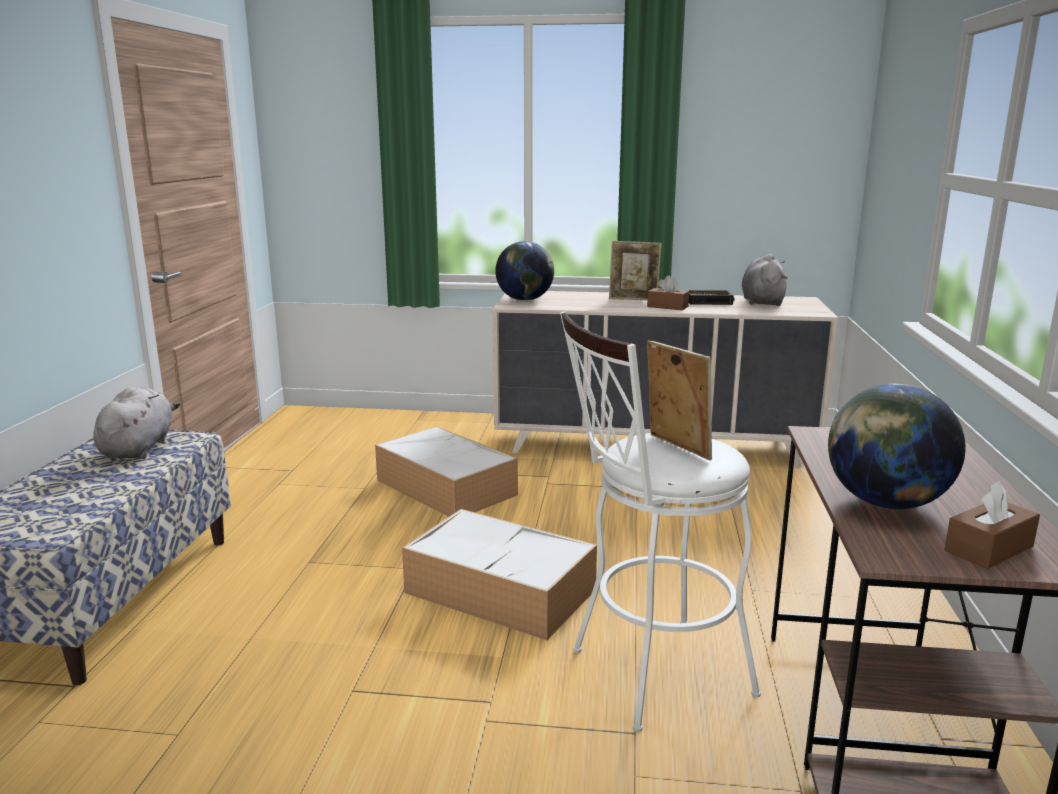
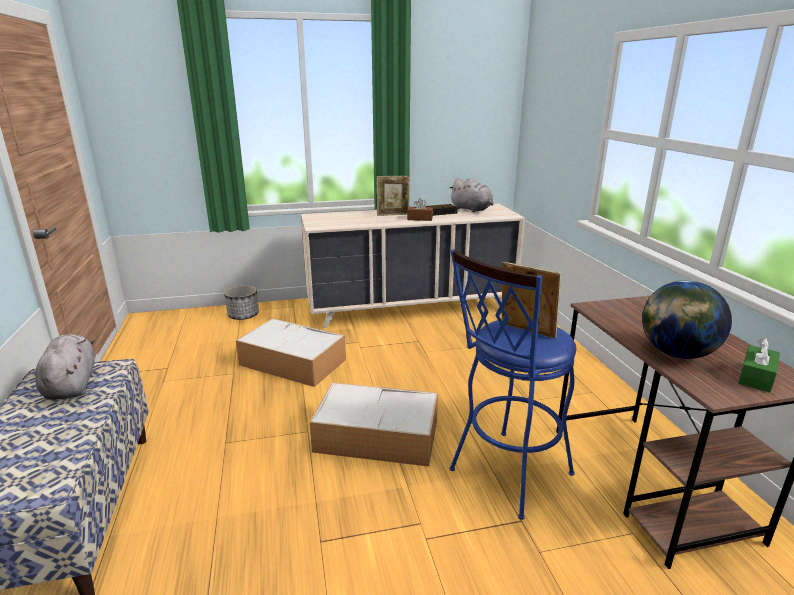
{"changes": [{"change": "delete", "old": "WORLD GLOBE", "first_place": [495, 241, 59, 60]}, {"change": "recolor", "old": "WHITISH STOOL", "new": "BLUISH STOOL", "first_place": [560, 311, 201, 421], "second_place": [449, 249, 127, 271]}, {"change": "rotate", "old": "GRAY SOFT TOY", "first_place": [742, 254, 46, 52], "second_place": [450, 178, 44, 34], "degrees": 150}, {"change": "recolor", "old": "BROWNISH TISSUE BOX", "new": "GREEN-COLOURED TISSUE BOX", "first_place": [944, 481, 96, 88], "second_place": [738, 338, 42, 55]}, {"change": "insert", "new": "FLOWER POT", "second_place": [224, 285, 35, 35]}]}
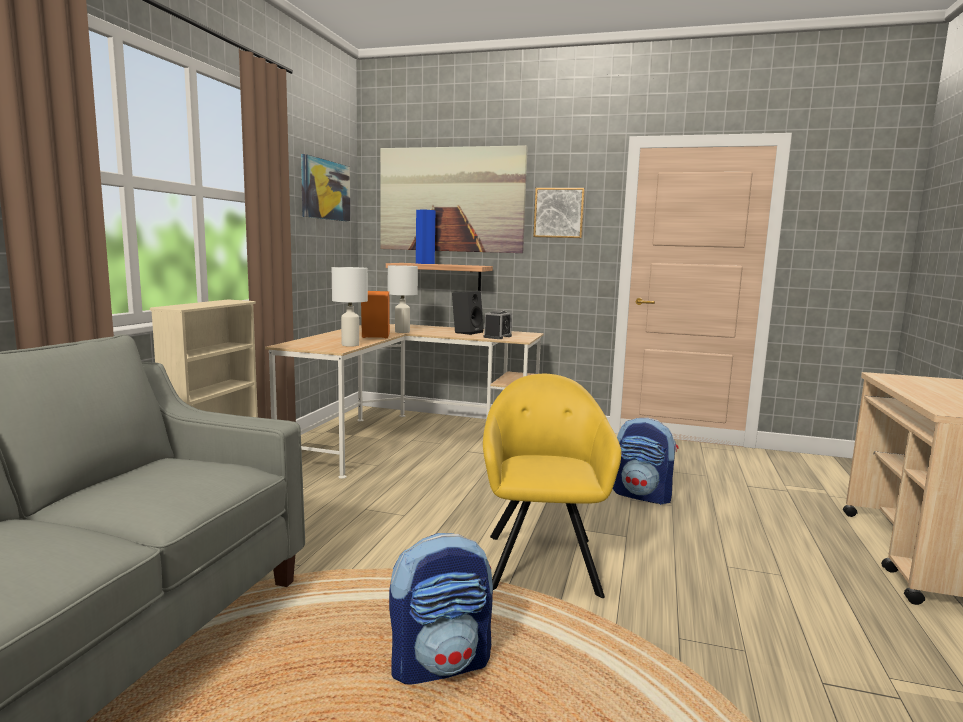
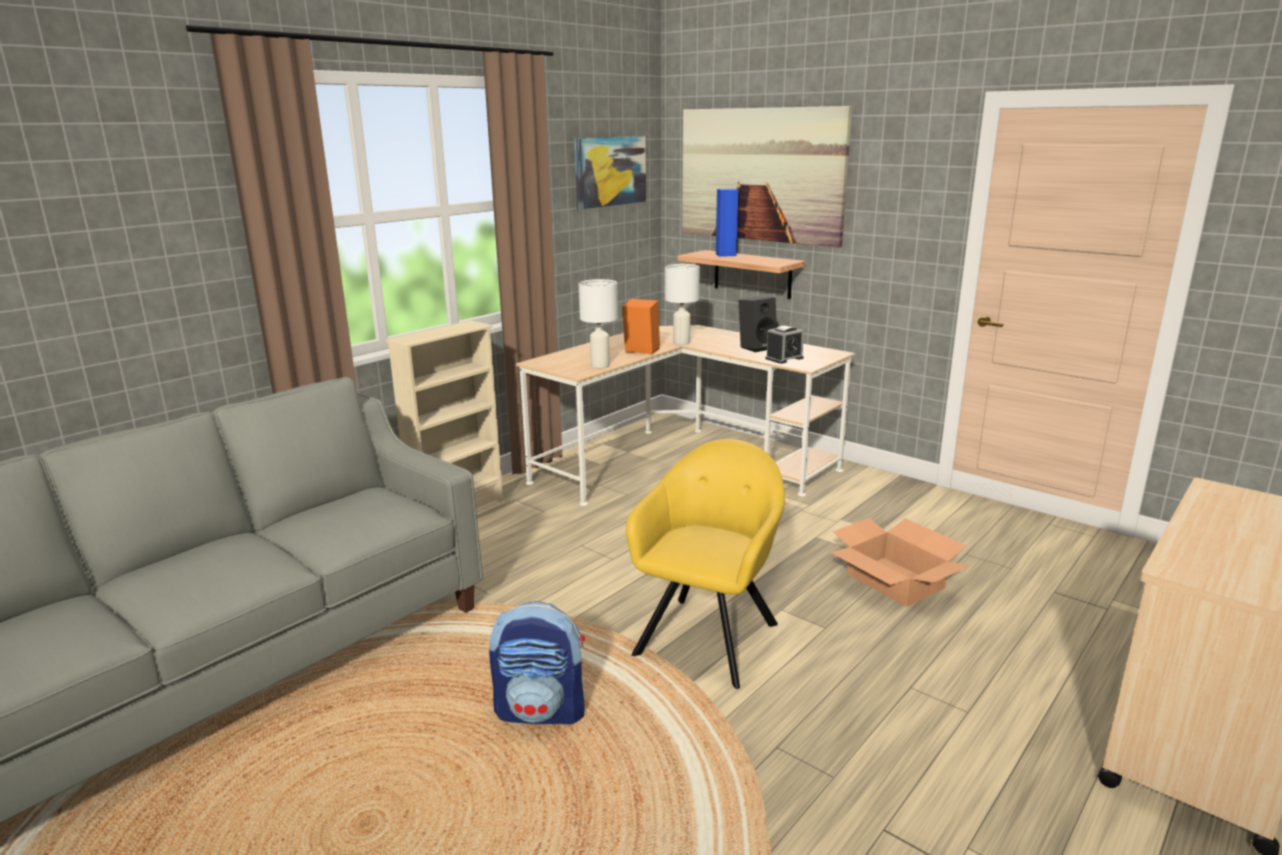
{"changes": [{"change": "delete", "old": "WALL ART", "first_place": [533, 188, 52, 50]}, {"change": "replace", "old": "KNAPSACK", "new": "PACKING BOX", "first_place": [613, 418, 66, 87], "second_place": [830, 518, 140, 89]}]}
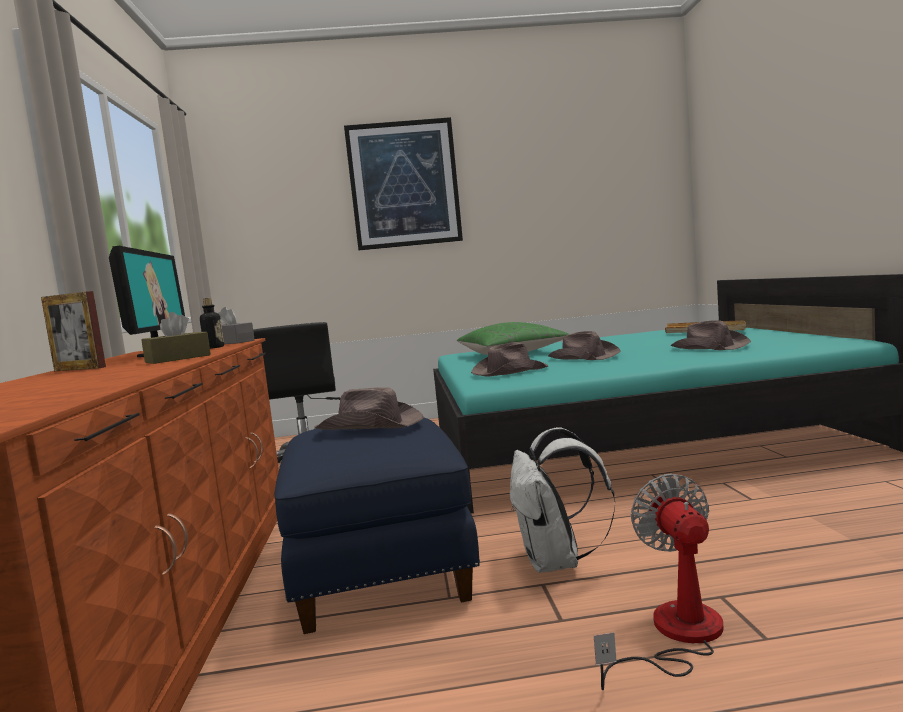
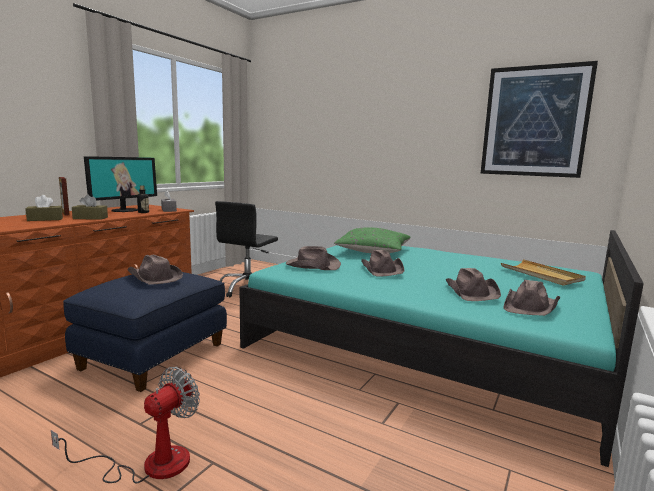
{"changes": [{"change": "move", "old": "WALL ART", "first_place": [344, 117, 119, 133], "second_place": [481, 61, 117, 117]}, {"change": "delete", "old": "WHITISH KNAPSACK", "first_place": [510, 427, 106, 146]}, {"change": "insert", "new": "BROWNISH TISSUE BOX", "second_place": [26, 195, 37, 26]}, {"change": "insert", "new": "BROWNISH WEARABLE HAT", "second_place": [503, 280, 57, 36]}]}
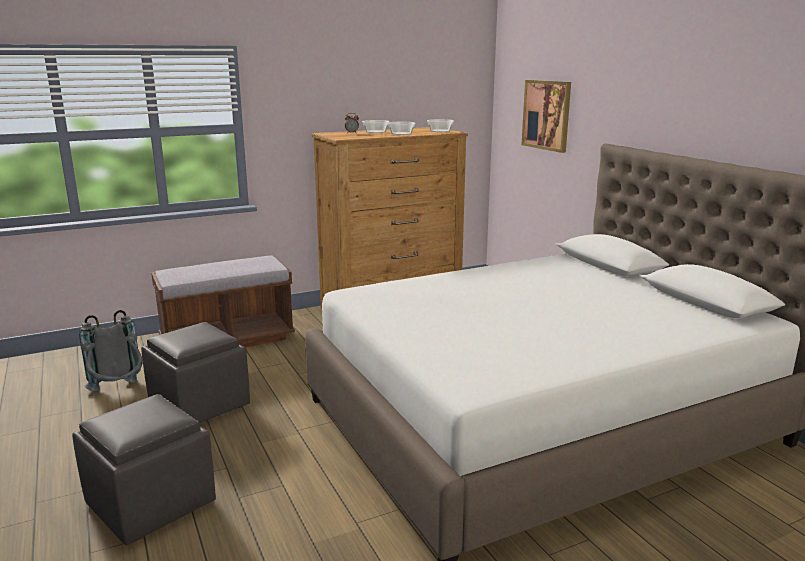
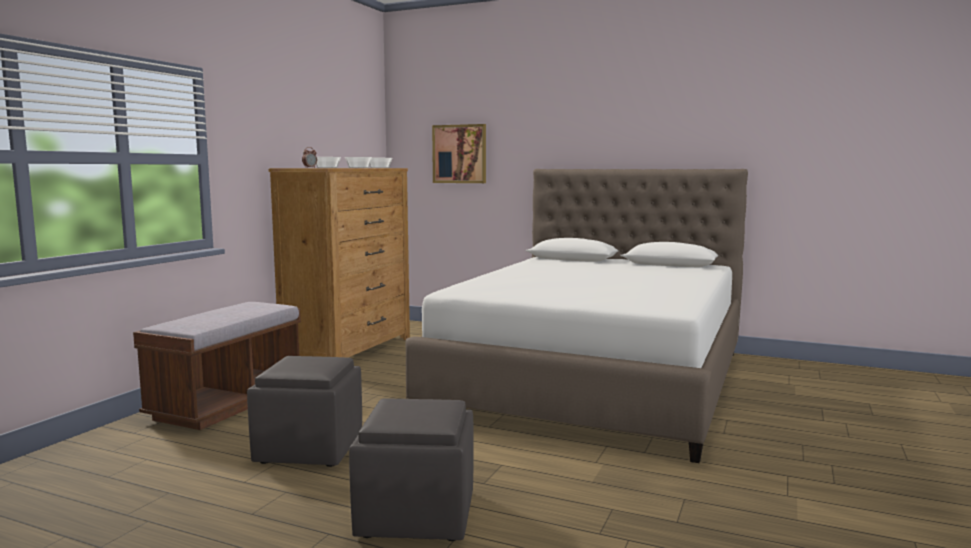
{"changes": [{"change": "delete", "old": "GRAY KNAPSACK", "first_place": [79, 310, 64, 81]}]}
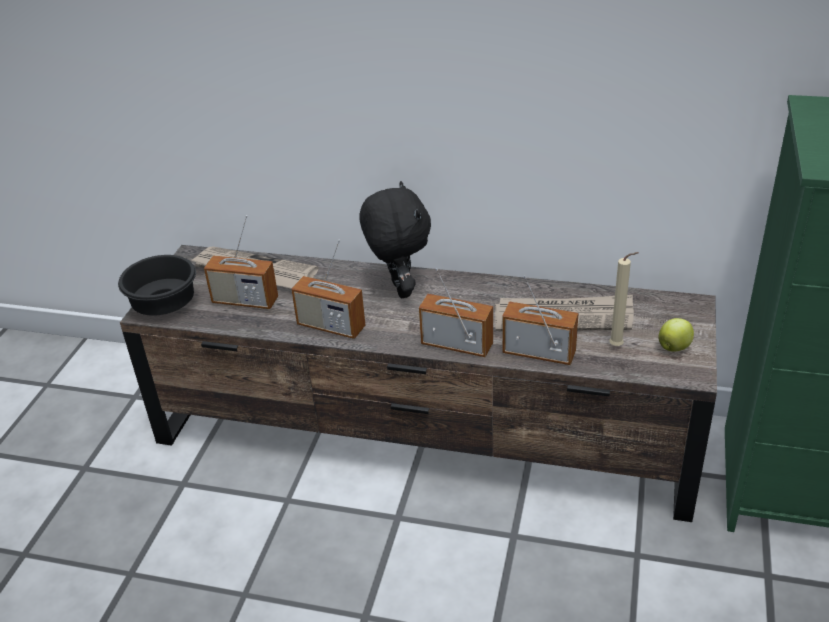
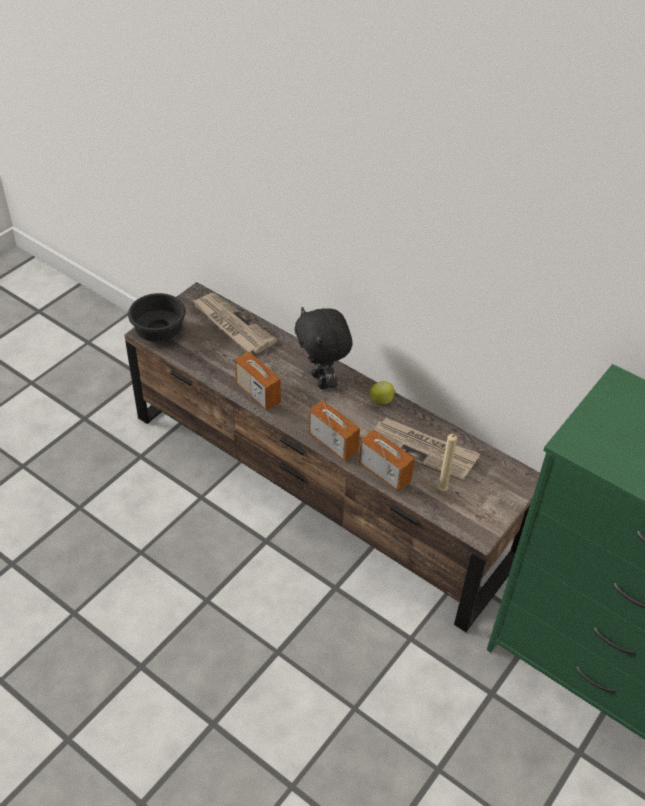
{"changes": [{"change": "delete", "old": "RADIO SET", "first_place": [204, 215, 74, 94]}, {"change": "rotate", "old": "BLACKISH SOFT TOY", "first_place": [359, 181, 72, 117], "second_place": [295, 307, 57, 82], "degrees": 150}, {"change": "move", "old": "APPLE", "first_place": [658, 318, 36, 34], "second_place": [369, 381, 27, 23]}]}
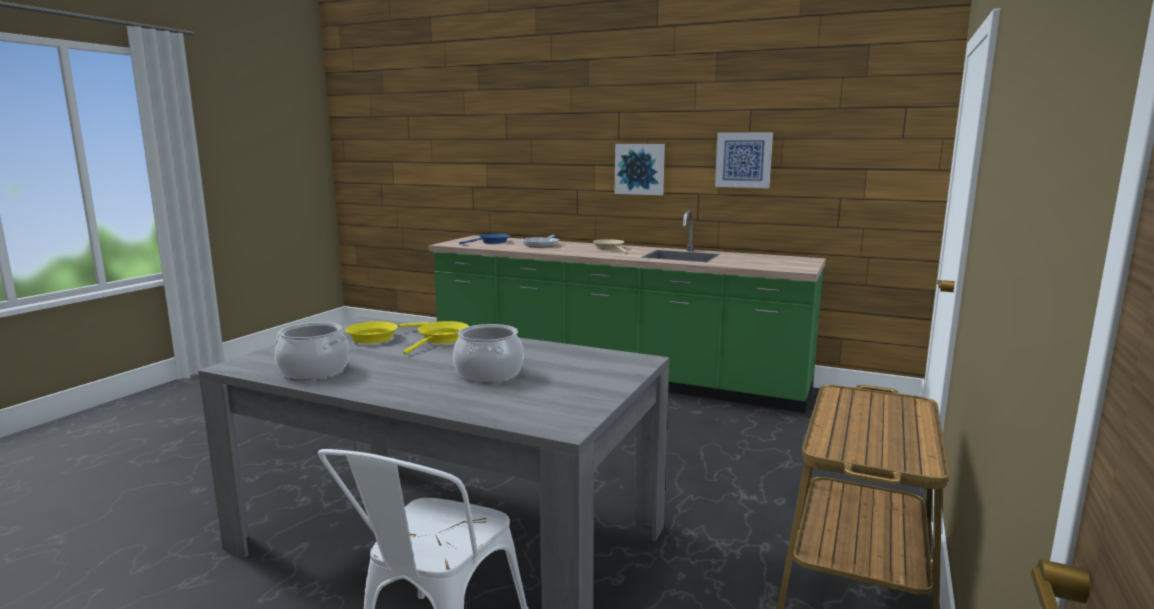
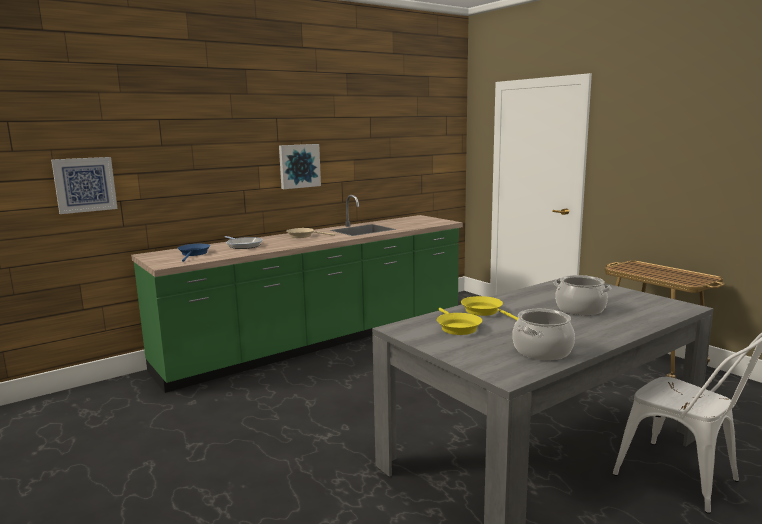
{"changes": [{"change": "move", "old": "WALL ART", "first_place": [715, 132, 58, 56], "second_place": [51, 157, 67, 57]}]}
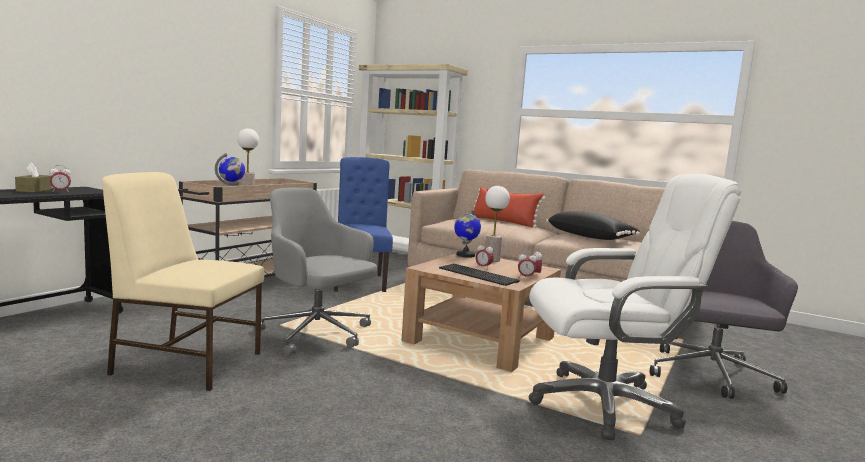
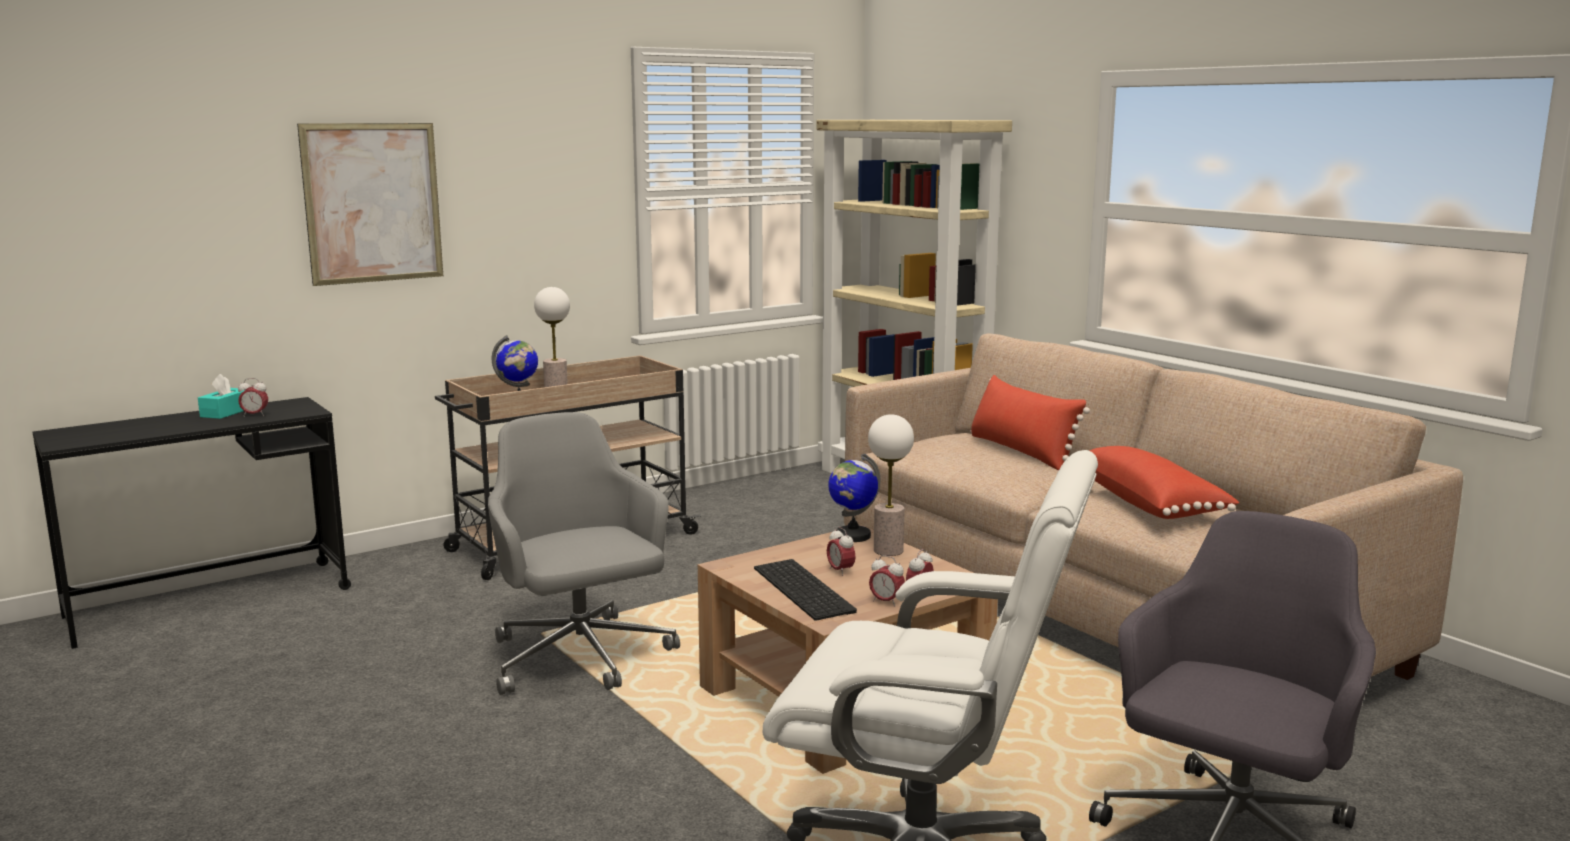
{"changes": [{"change": "recolor", "old": "BROWNISH TISSUE BOX", "new": "TURQUOISE-COLOURED TISSUE BOX", "first_place": [15, 162, 37, 30], "second_place": [198, 374, 48, 45]}, {"change": "delete", "old": "BEIGE PLAIN CHAIR", "first_place": [102, 172, 162, 219]}, {"change": "delete", "old": "BLUISH PLAIN CHAIR", "first_place": [334, 157, 59, 135]}, {"change": "recolor", "old": "BLACKISH CUSHION", "new": "RED CUSHION", "first_place": [546, 211, 94, 29], "second_place": [1090, 446, 149, 73]}, {"change": "insert", "new": "WALL ART", "second_place": [297, 123, 146, 163]}]}
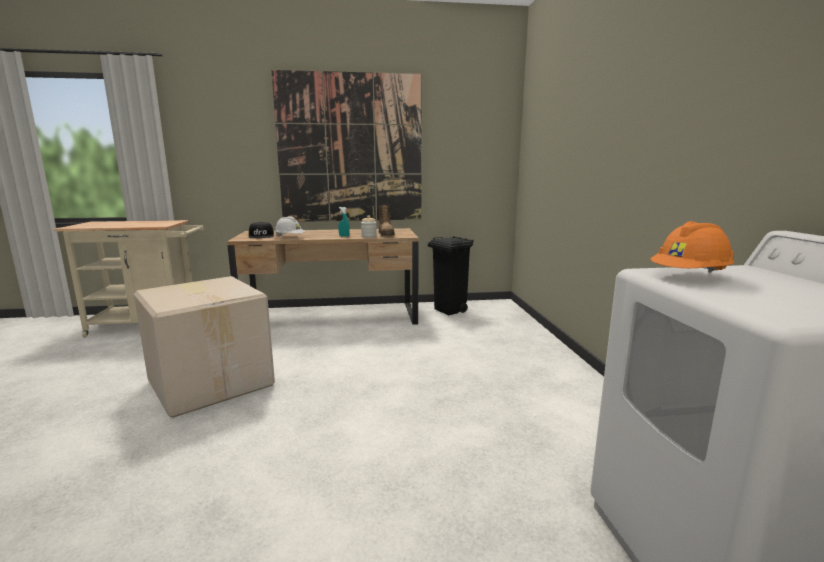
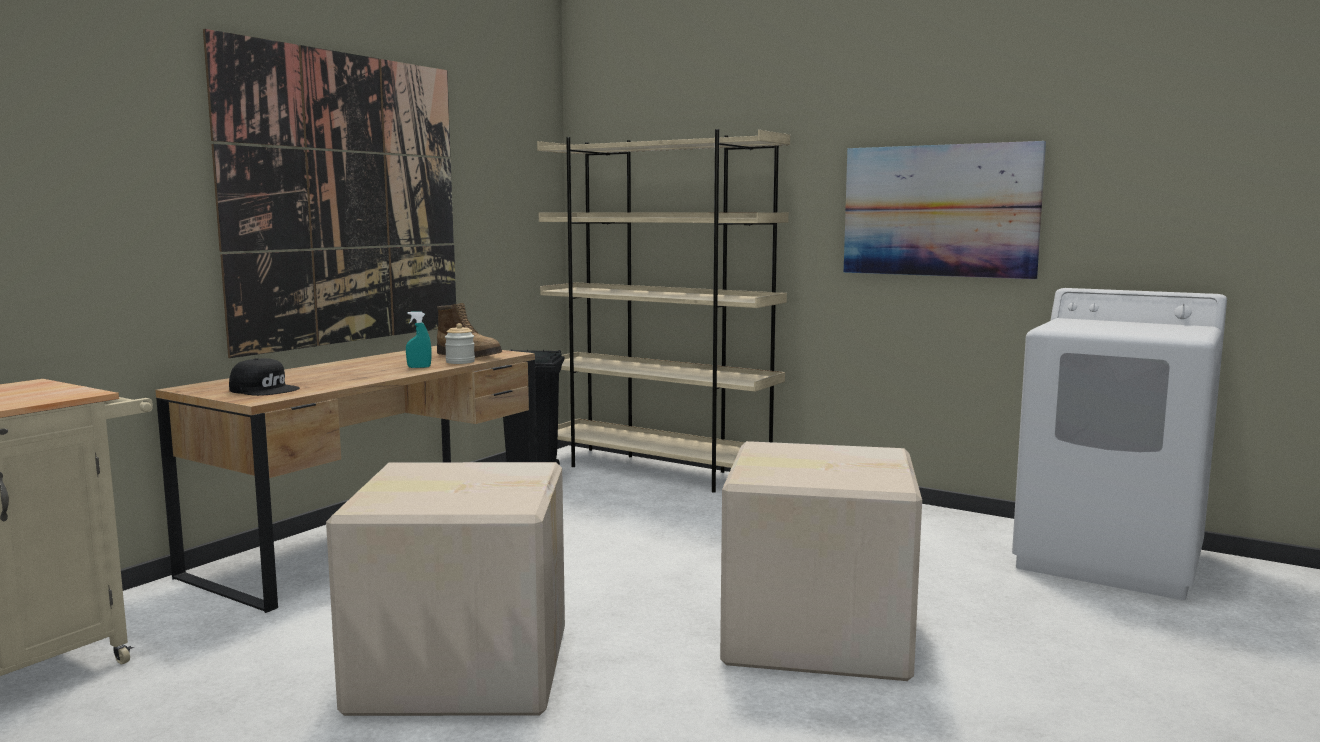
{"changes": [{"change": "delete", "old": "WHITISH WORK HELMET", "first_place": [275, 216, 30, 21]}, {"change": "delete", "old": "ORANGE-COLOURED WORK HELMET", "first_place": [650, 221, 85, 52]}, {"change": "insert", "new": "BEIGE BOOKCASE", "second_place": [537, 129, 253, 364]}, {"change": "insert", "new": "PACKING BOX", "second_place": [720, 441, 202, 240]}, {"change": "insert", "new": "WALL ART", "second_place": [844, 141, 202, 138]}]}
